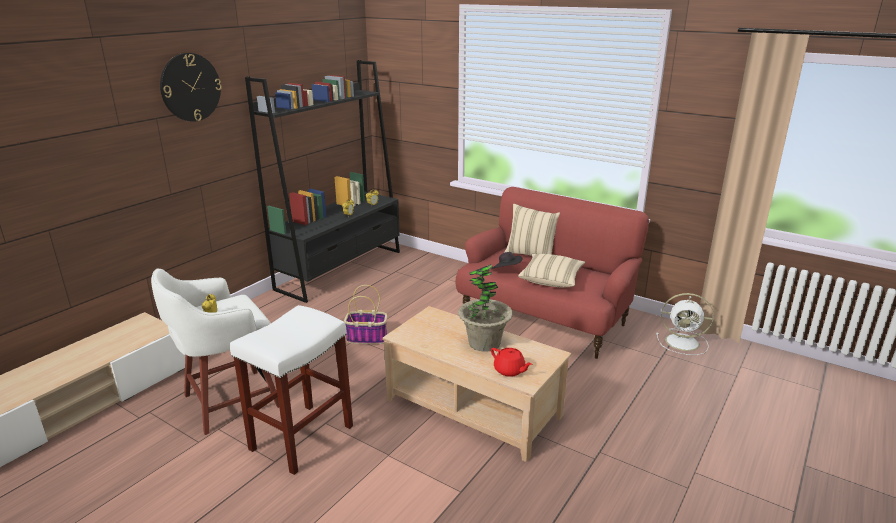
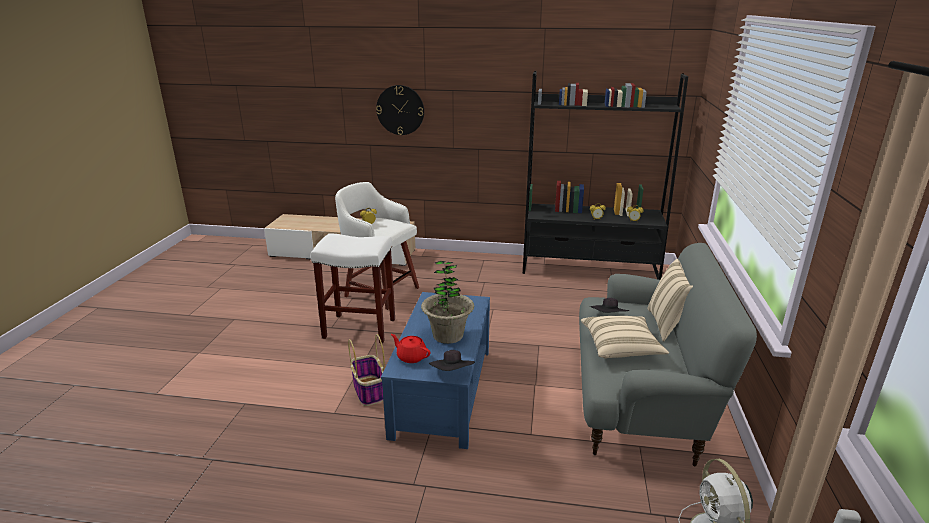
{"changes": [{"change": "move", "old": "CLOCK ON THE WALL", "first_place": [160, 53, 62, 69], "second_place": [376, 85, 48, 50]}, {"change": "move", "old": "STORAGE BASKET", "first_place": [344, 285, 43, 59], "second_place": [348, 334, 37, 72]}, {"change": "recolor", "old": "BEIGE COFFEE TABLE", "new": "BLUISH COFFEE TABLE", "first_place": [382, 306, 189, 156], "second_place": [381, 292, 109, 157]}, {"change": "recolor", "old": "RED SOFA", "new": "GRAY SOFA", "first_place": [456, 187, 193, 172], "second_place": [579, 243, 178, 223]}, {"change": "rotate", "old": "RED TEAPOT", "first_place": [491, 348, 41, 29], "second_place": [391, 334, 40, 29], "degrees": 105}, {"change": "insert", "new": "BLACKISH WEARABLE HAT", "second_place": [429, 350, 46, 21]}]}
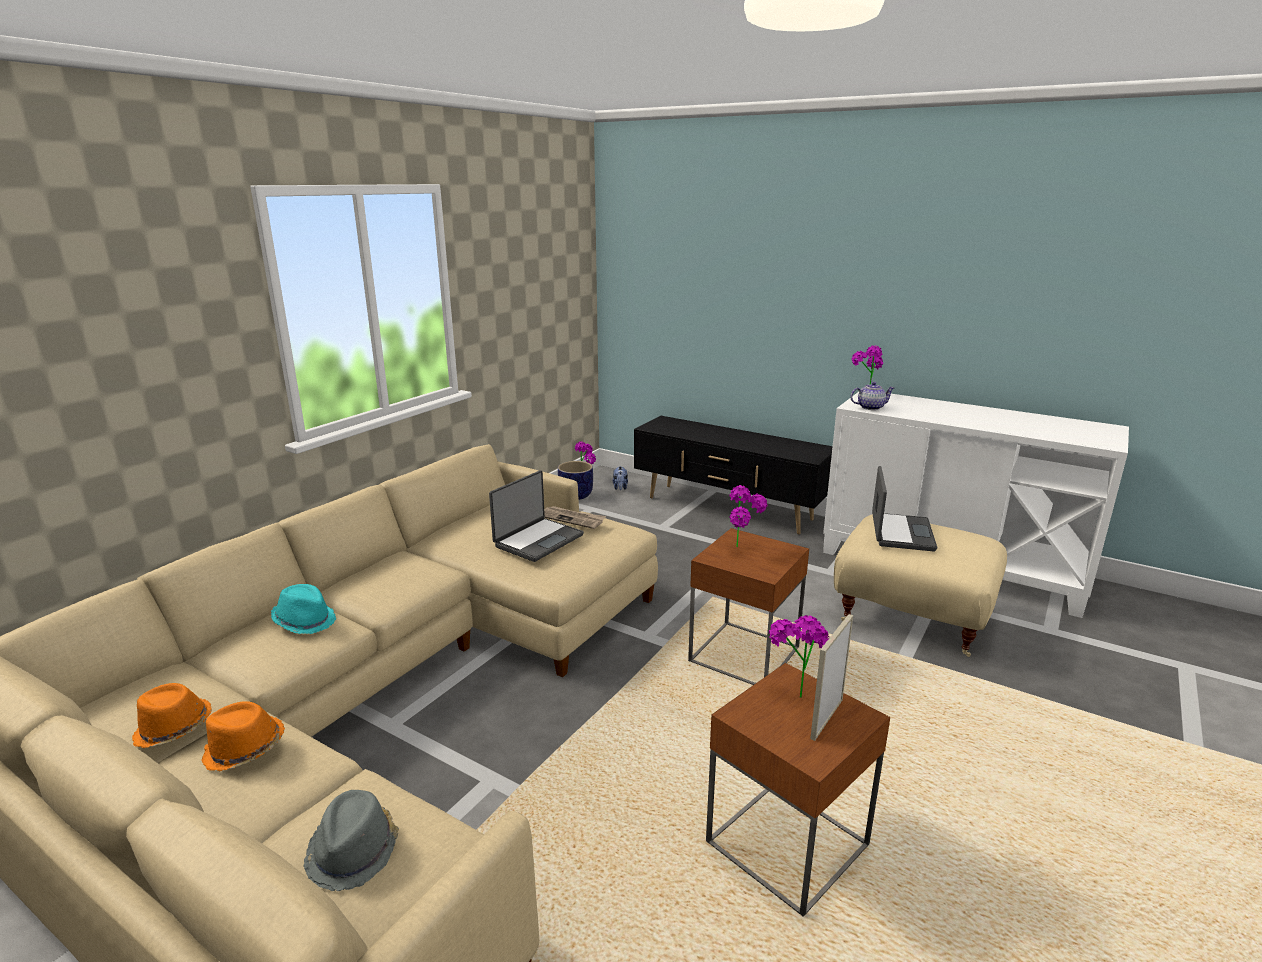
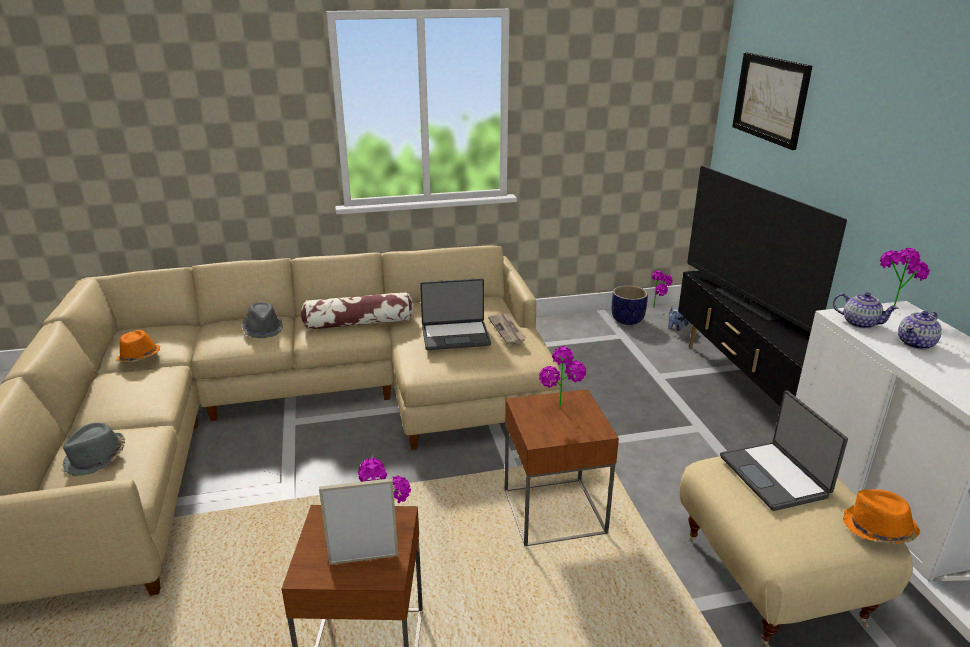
{"changes": [{"change": "move", "old": "ORANGE-COLOURED WEARABLE HAT", "first_place": [201, 701, 84, 70], "second_place": [843, 489, 77, 55]}, {"change": "recolor", "old": "TURQUOISE-COLOURED WEARABLE HAT", "new": "GRAY WEARABLE HAT", "first_place": [271, 584, 65, 50], "second_place": [242, 302, 41, 36]}, {"change": "rotate", "old": "LAPTOP", "first_place": [872, 466, 65, 86], "second_place": [720, 390, 128, 121], "degrees": 105}, {"change": "insert", "new": "CUSHION", "second_place": [301, 292, 113, 38]}, {"change": "insert", "new": "TV SET", "second_place": [687, 166, 160, 167]}, {"change": "insert", "new": "WALL ART", "second_place": [732, 52, 80, 98]}, {"change": "insert", "new": "TEAPOT", "second_place": [898, 311, 44, 39]}]}
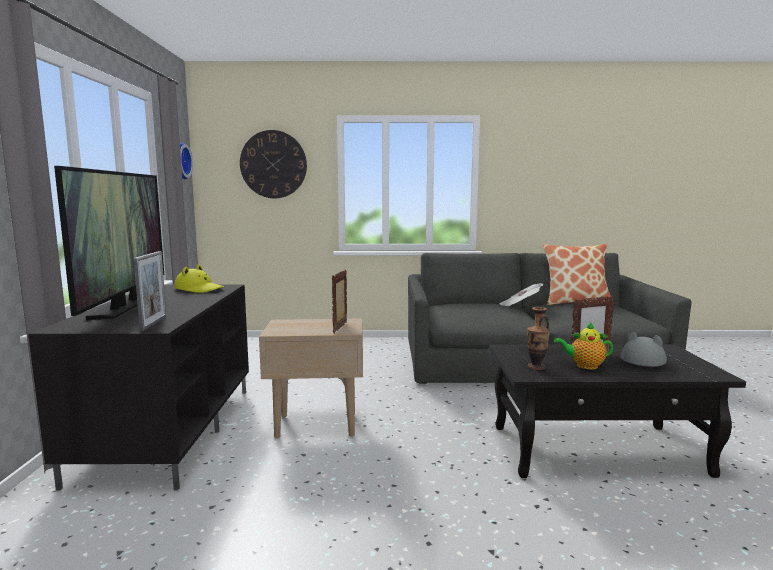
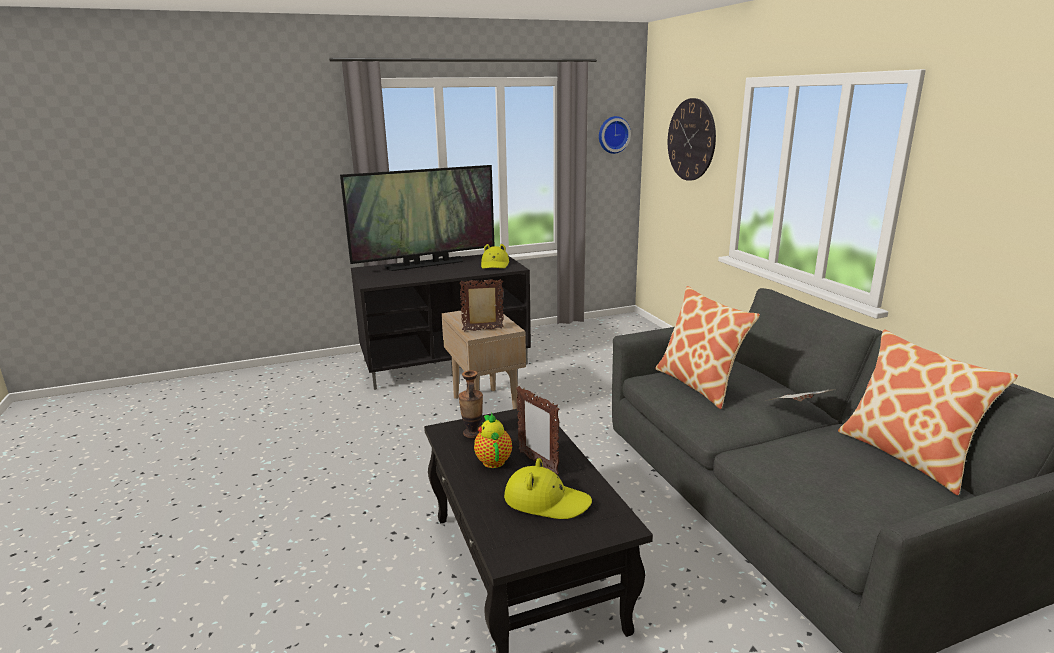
{"changes": [{"change": "delete", "old": "STANDING FRAME", "first_place": [133, 251, 34, 80]}, {"change": "recolor", "old": "GRAY WEARABLE HAT", "new": "YELLOW-COLOURED WEARABLE HAT", "first_place": [620, 332, 47, 35], "second_place": [504, 458, 88, 61]}, {"change": "insert", "new": "CUSHION", "second_place": [655, 286, 105, 123]}]}
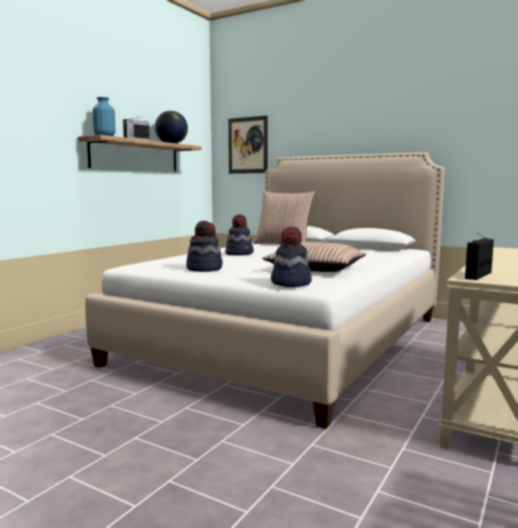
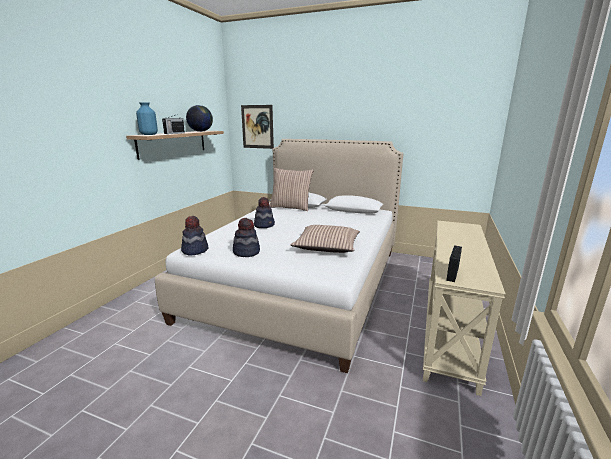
{"changes": [{"change": "move", "old": "WEARABLE HAT", "first_place": [271, 227, 41, 60], "second_place": [181, 216, 27, 40]}]}
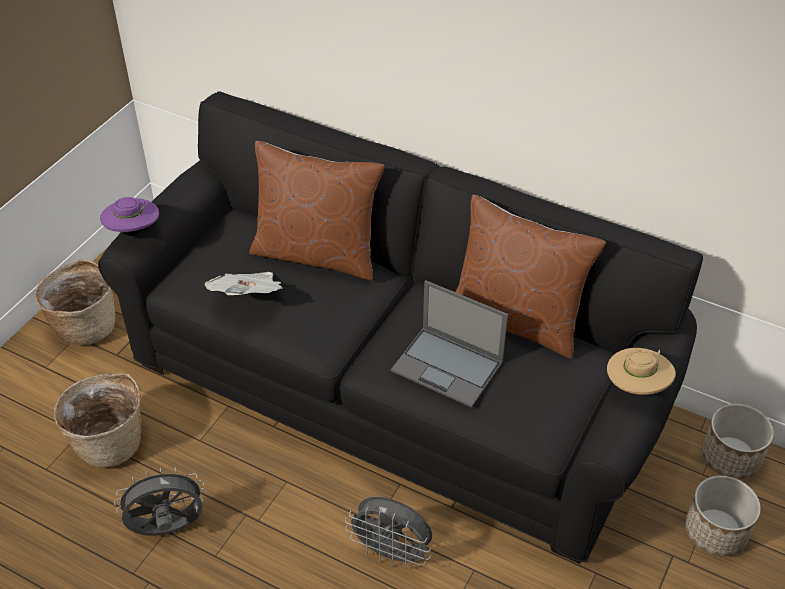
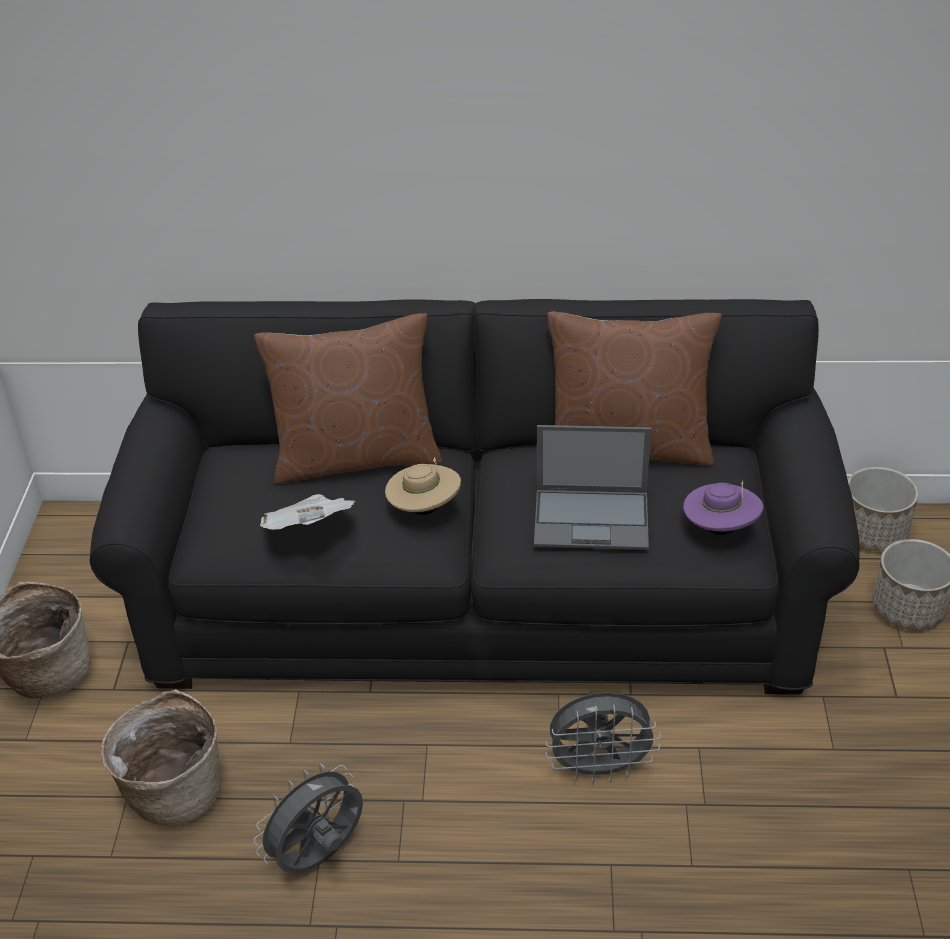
{"changes": [{"change": "move", "old": "PURPLE WEARABLE HAT", "first_place": [100, 197, 59, 39], "second_place": [683, 480, 81, 55]}, {"change": "move", "old": "BEIGE WEARABLE HAT", "first_place": [607, 348, 69, 47], "second_place": [385, 457, 76, 58]}]}
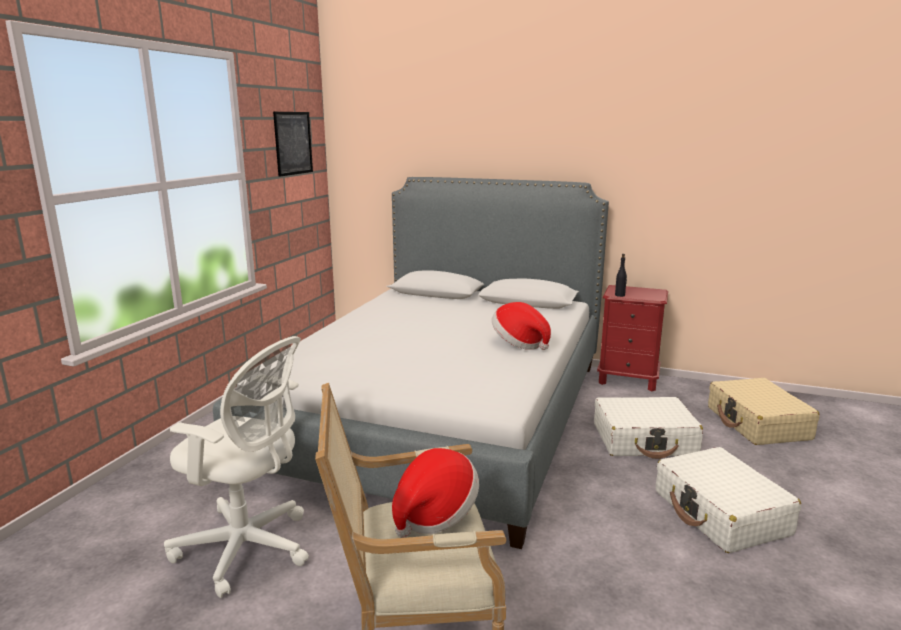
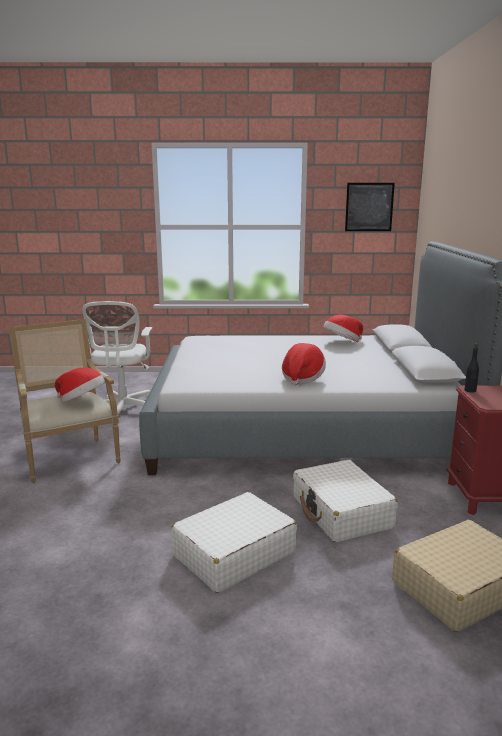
{"changes": [{"change": "insert", "new": "WEARABLE HAT", "second_place": [323, 315, 40, 27]}]}
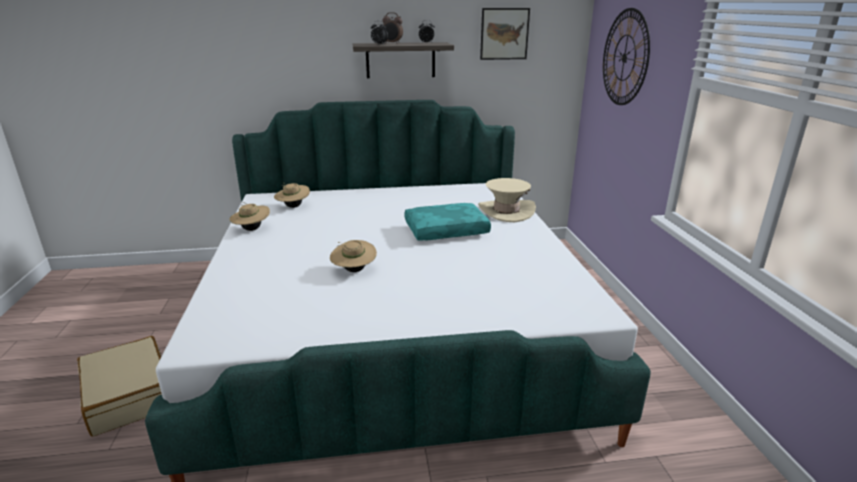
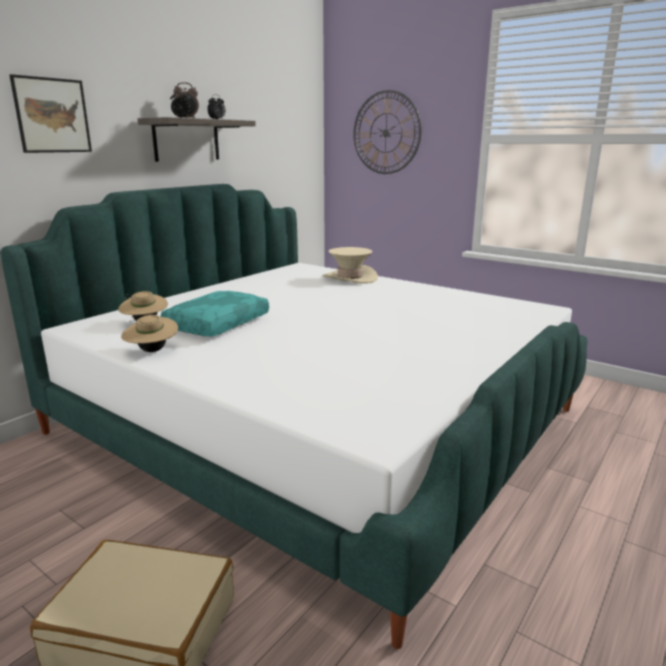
{"changes": [{"change": "delete", "old": "BEIGE WEARABLE HAT", "first_place": [330, 240, 47, 32]}, {"change": "move", "old": "TURQUOISE-COLOURED CUSHION", "first_place": [404, 203, 87, 38], "second_place": [160, 291, 109, 46]}, {"change": "move", "old": "WALL ART", "first_place": [480, 8, 50, 52], "second_place": [10, 74, 82, 79]}]}
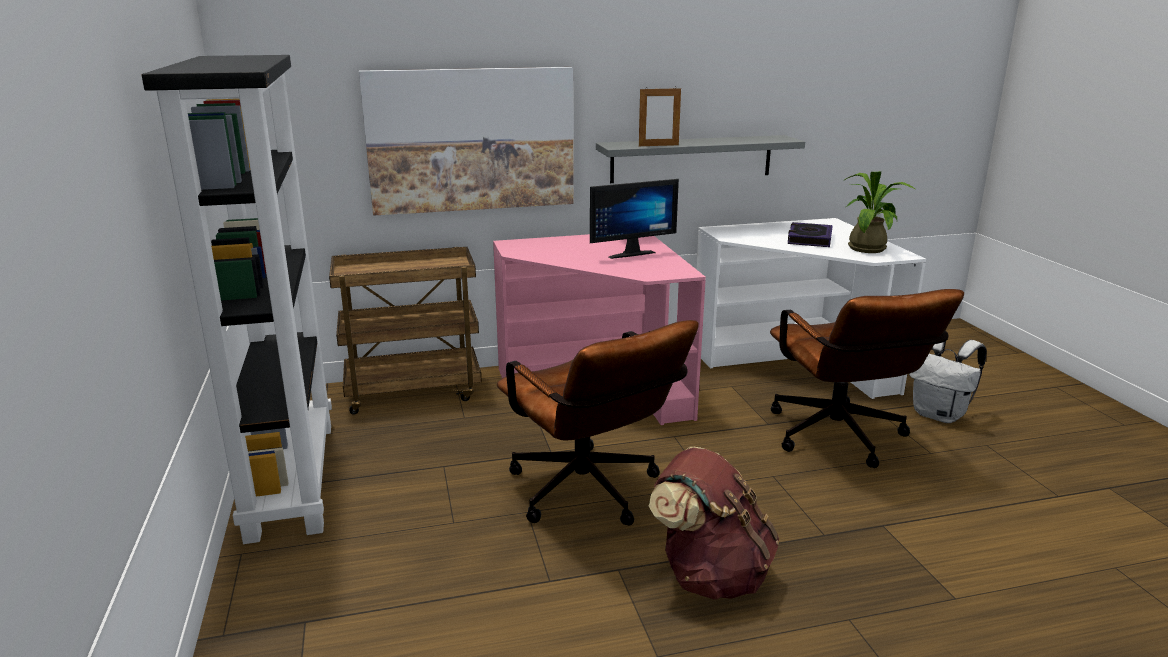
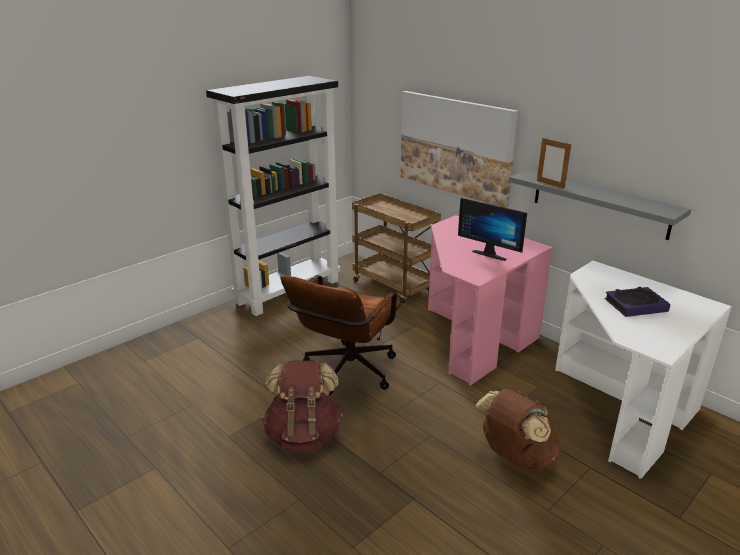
{"changes": [{"change": "replace", "old": "BROWNISH COMPUTER CHAIR", "new": "BROWNISH KNAPSACK", "first_place": [770, 289, 194, 179], "second_place": [476, 389, 85, 81]}, {"change": "delete", "old": "POTTED PLANT", "first_place": [843, 171, 73, 82]}, {"change": "delete", "old": "WHITISH KNAPSACK", "first_place": [909, 339, 78, 84]}]}
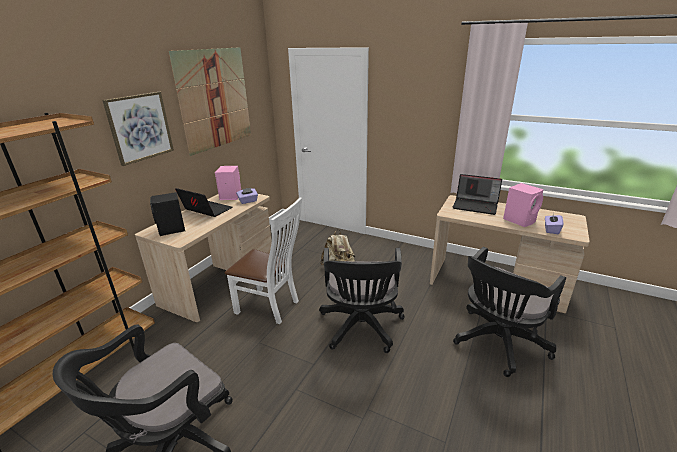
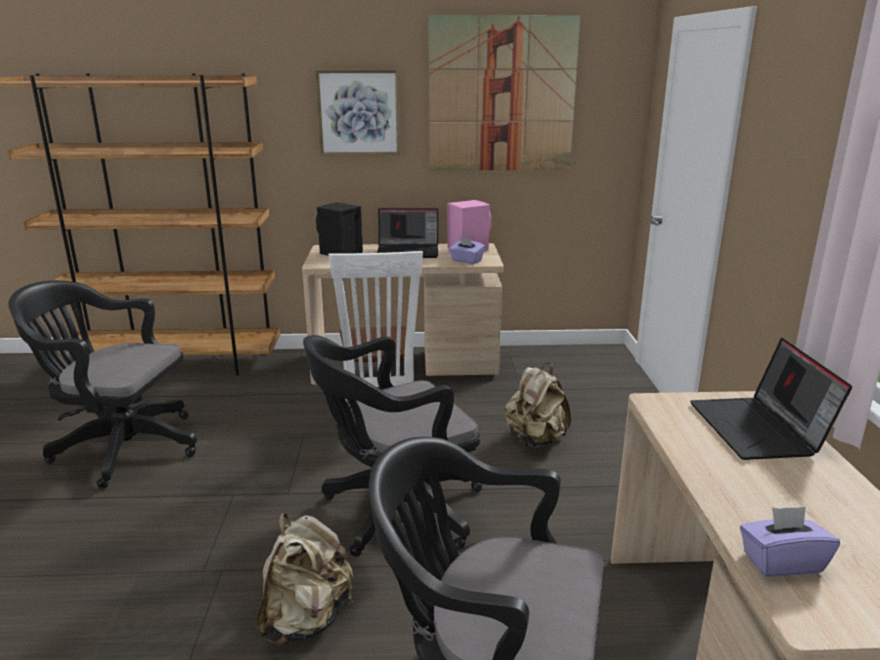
{"changes": [{"change": "rotate", "old": "LAPTOP", "first_place": [175, 188, 57, 29], "second_place": [377, 208, 61, 50], "degrees": 90}, {"change": "delete", "old": "PINK SPEAKER", "first_place": [503, 183, 41, 44]}, {"change": "insert", "new": "BEIGE KNAPSACK", "second_place": [256, 513, 97, 132]}]}
